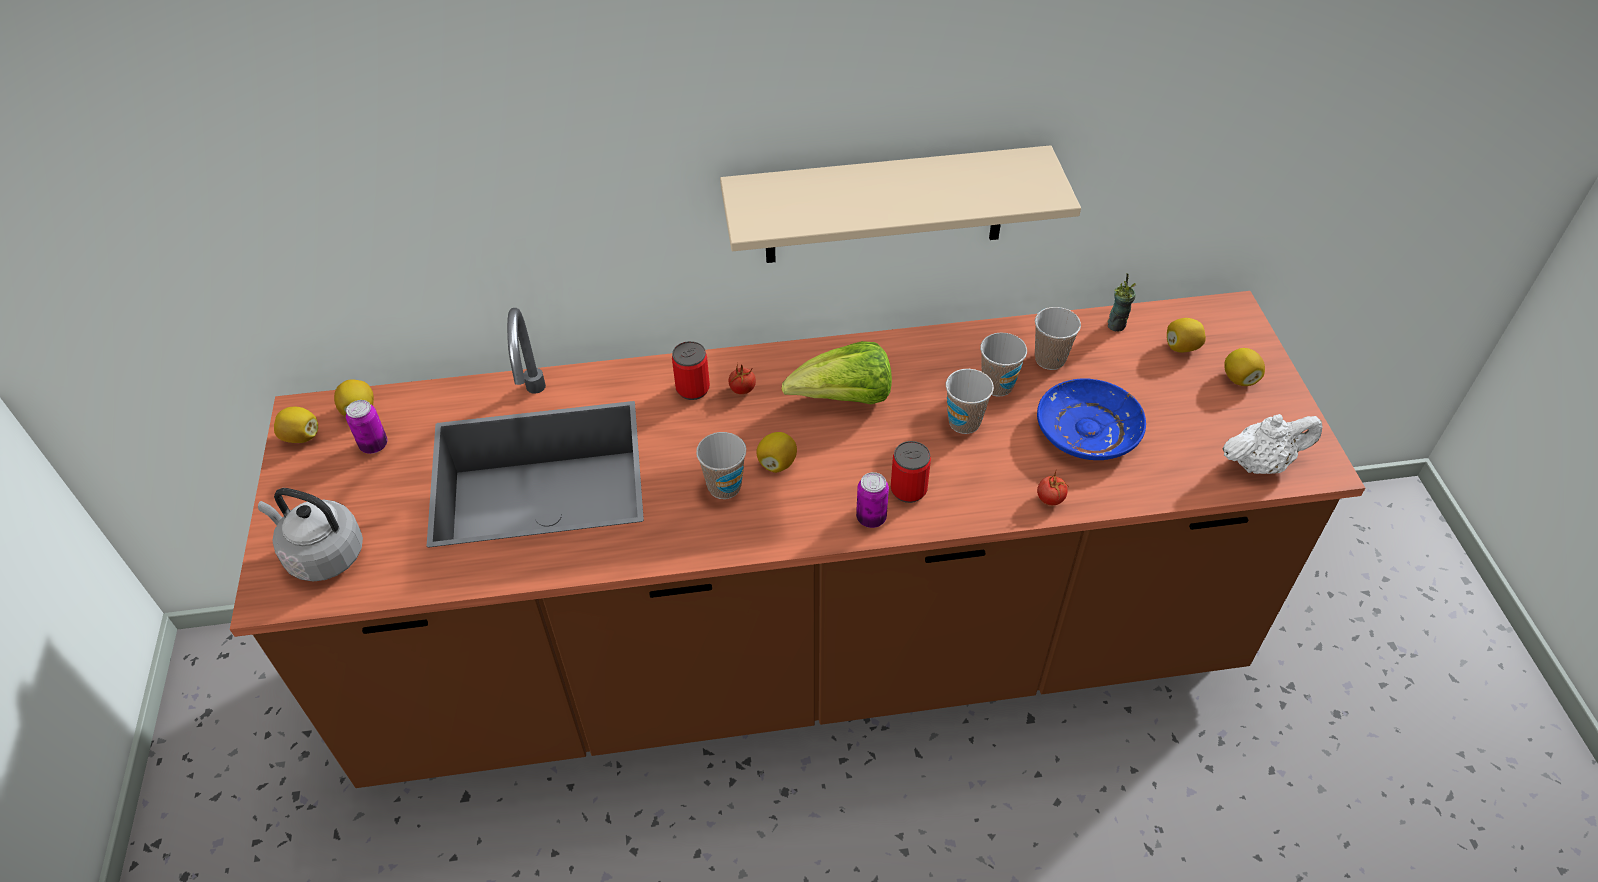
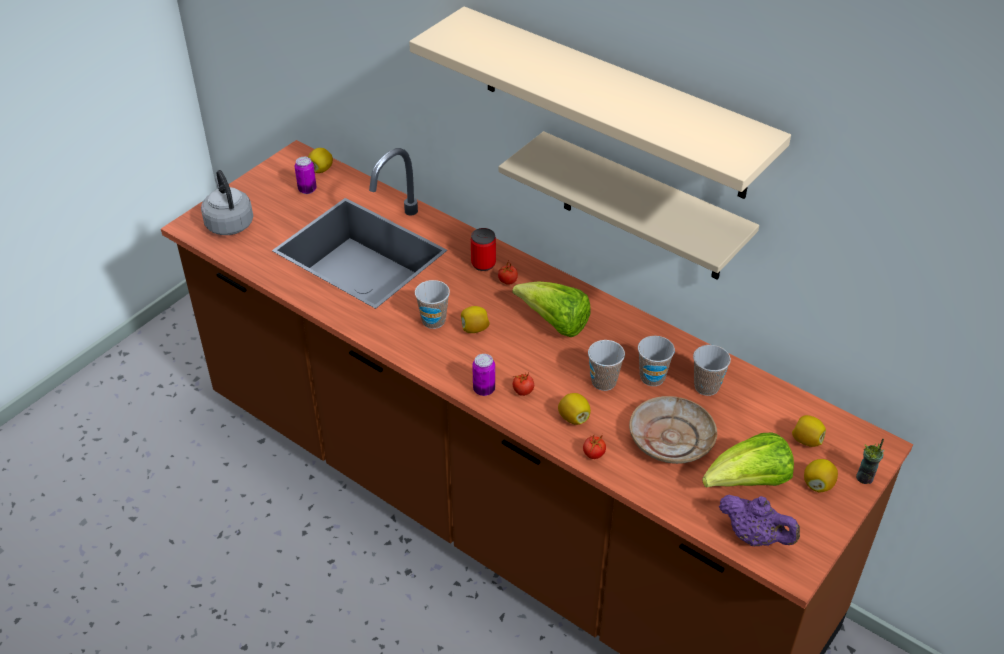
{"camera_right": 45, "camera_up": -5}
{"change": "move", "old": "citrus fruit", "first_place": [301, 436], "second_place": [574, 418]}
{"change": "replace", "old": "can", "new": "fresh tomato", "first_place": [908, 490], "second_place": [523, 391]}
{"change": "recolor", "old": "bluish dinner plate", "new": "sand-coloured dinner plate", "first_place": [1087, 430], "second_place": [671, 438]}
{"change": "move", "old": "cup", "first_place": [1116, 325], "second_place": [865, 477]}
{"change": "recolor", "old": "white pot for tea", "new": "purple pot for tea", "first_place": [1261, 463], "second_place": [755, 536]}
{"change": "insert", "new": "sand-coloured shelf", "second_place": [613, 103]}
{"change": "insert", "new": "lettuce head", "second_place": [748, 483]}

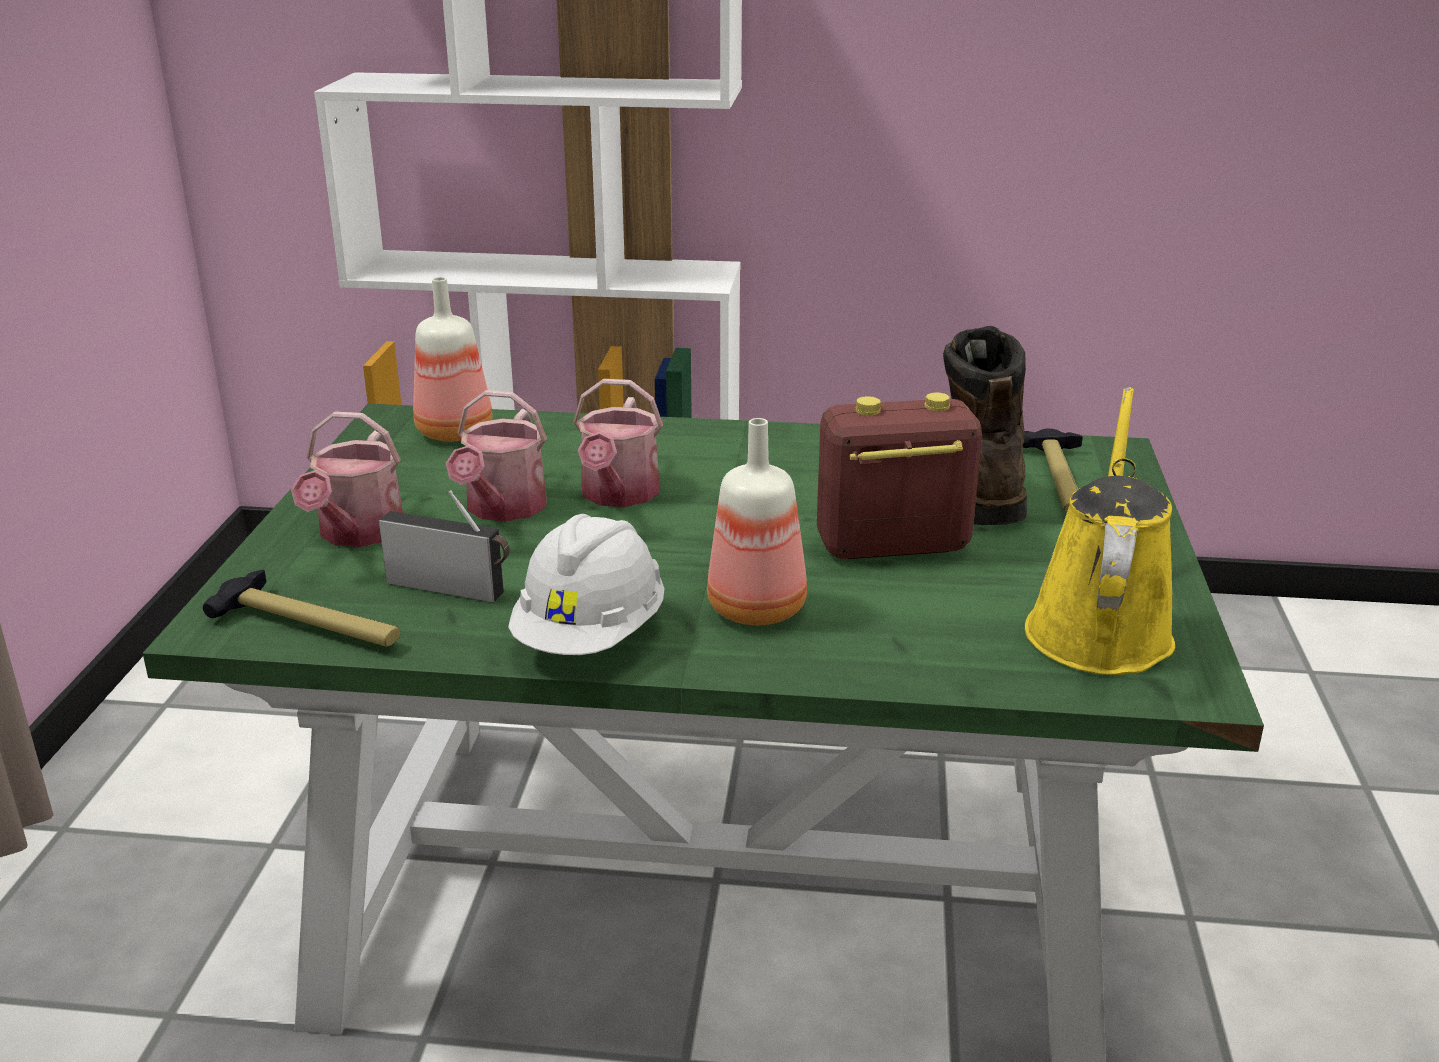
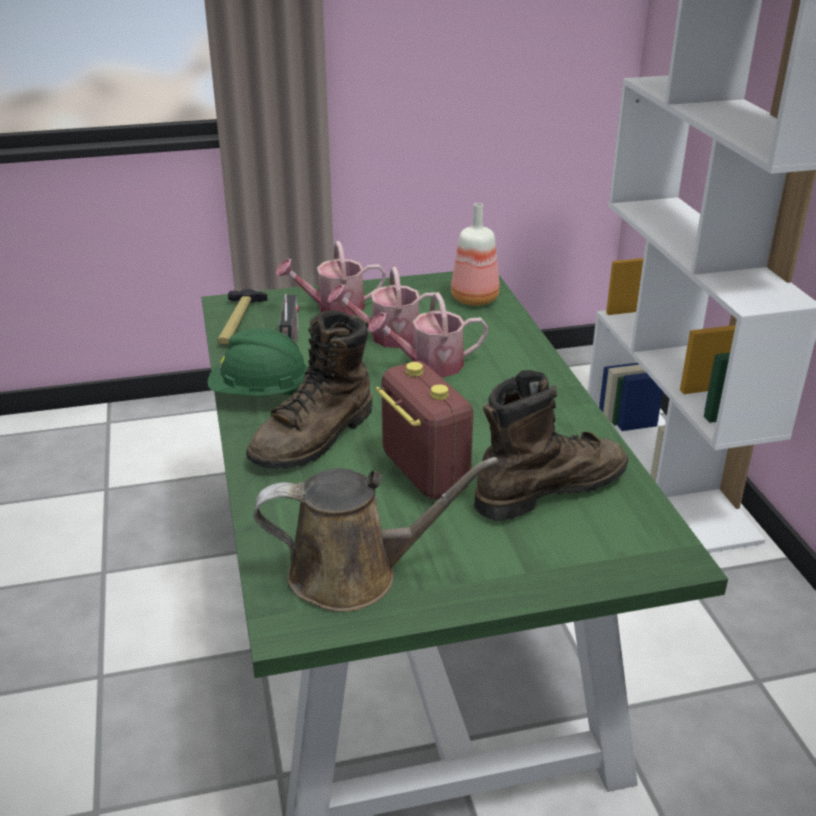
{"camera_right": 70, "camera_up": 5}
{"change": "recolor", "old": "white hard hat", "new": "green-coloured hard hat", "first_place": [591, 635], "second_place": [260, 394]}
{"change": "replace", "old": "beverage bottle", "new": "brown high-top boot", "first_place": [758, 607], "second_place": [315, 438]}
{"change": "delete", "old": "hand hammer", "first_place": [1059, 482]}
{"change": "recolor", "old": "yellowish sprinkling can", "new": "brown sprinkling can", "first_place": [1098, 627], "second_place": [354, 574]}

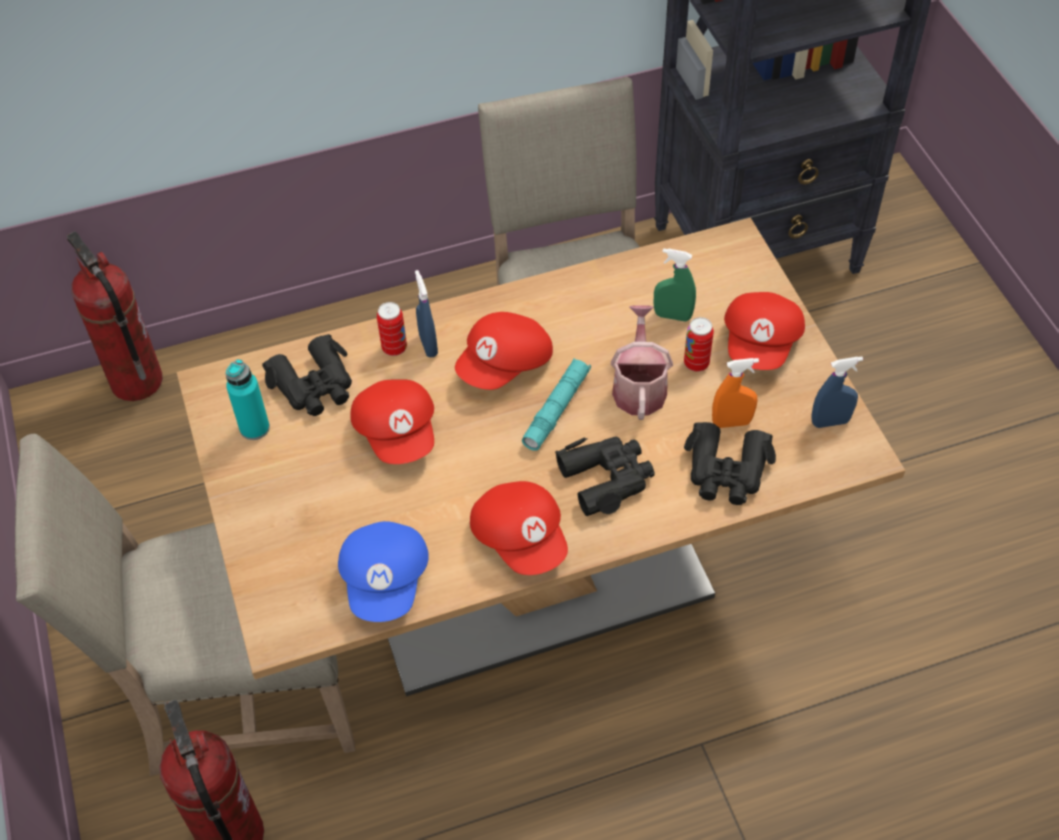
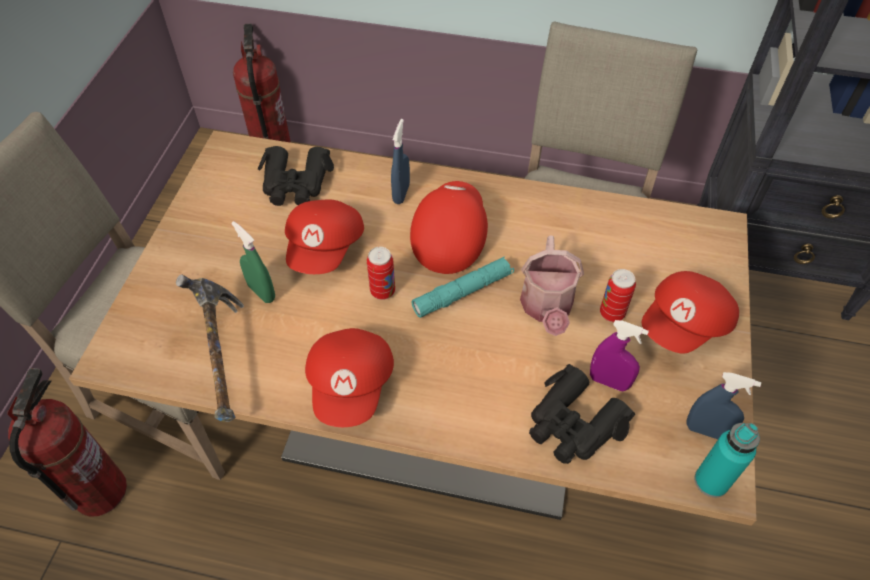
{"camera_right": 30, "camera_up": 0}
{"change": "move", "old": "turquoise beverage bottle", "first_place": [254, 428], "second_place": [711, 481]}
{"change": "replace", "old": "bluish peaked cap", "new": "hand hammer", "first_place": [387, 580], "second_place": [222, 361]}
{"change": "move", "old": "can", "first_place": [394, 348], "second_place": [382, 291]}
{"change": "rotate", "old": "reddish peaked cap", "first_place": [506, 365], "second_place": [448, 237], "degrees": 120}
{"change": "delete", "old": "blackish binoculars", "first_place": [606, 478]}
{"change": "rotate", "old": "sprinkling can", "first_place": [639, 386], "second_place": [547, 308], "degrees": 150}
{"change": "move", "old": "green-coloured sprayer", "first_place": [672, 316], "second_place": [261, 292]}
{"change": "recolor", "old": "orangey sprayer", "new": "purple sprayer", "first_place": [731, 422], "second_place": [609, 382]}

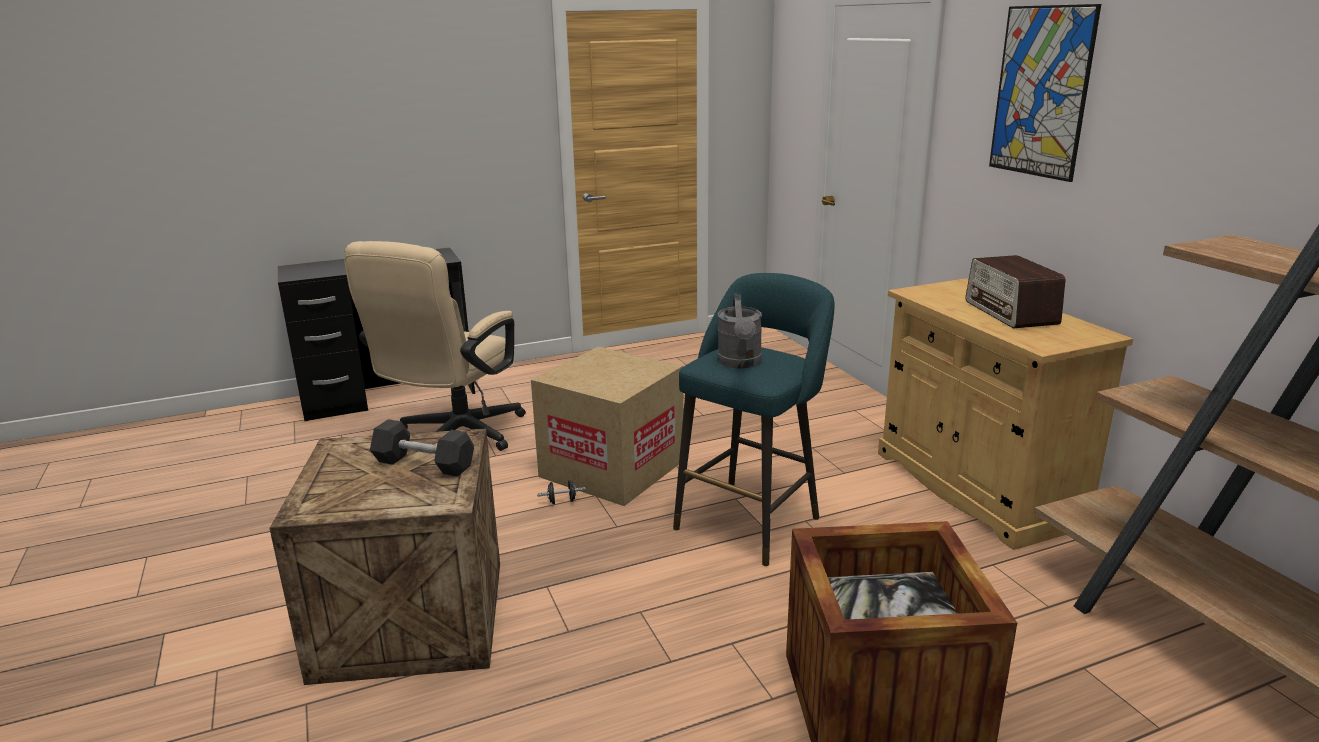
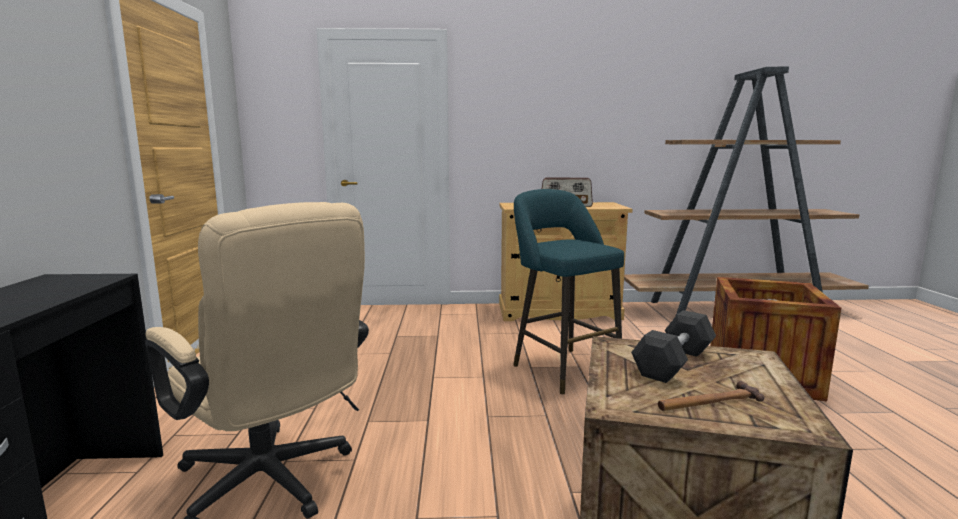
{"camera_right": -70, "camera_up": -10}
{"change": "delete", "old": "packing box", "first_place": [612, 468]}
{"change": "delete", "old": "blackish dumbbell", "first_place": [562, 501]}
{"change": "delete", "old": "grey sprinkling can", "first_place": [740, 363]}
{"change": "delete", "old": "wall art", "first_place": [1041, 92]}
{"change": "insert", "new": "hand hammer", "second_place": [708, 402]}

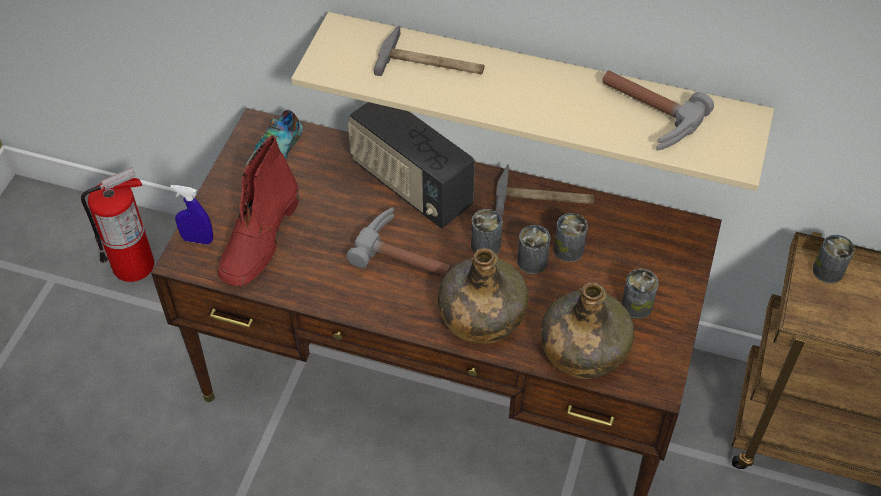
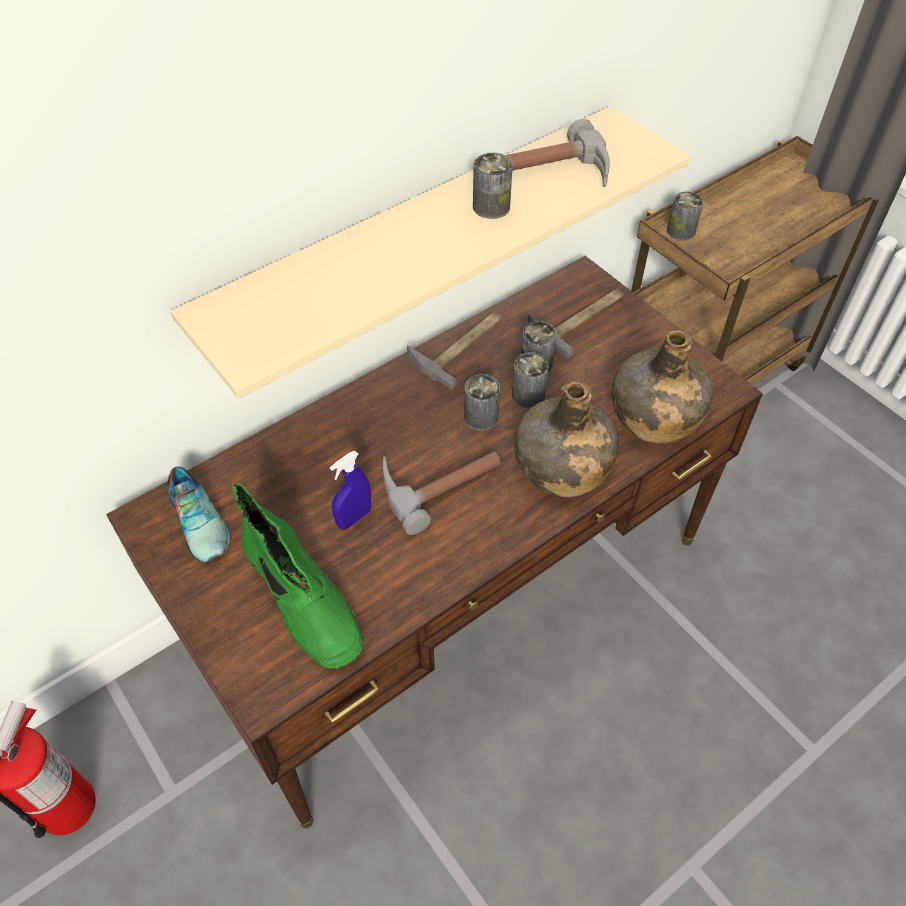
{"camera_right": -55, "camera_up": 0}
{"change": "move", "old": "bluish sprayer", "first_place": [197, 239], "second_place": [354, 518]}
{"change": "recolor", "old": "reddish high-top boot", "new": "green-coloured high-top boot", "first_place": [260, 239], "second_place": [304, 600]}
{"change": "delete", "old": "radio set", "first_place": [410, 186]}
{"change": "move", "old": "hand hammer", "first_place": [432, 62], "second_place": [581, 318]}
{"change": "move", "old": "can", "first_place": [636, 305], "second_place": [491, 206]}

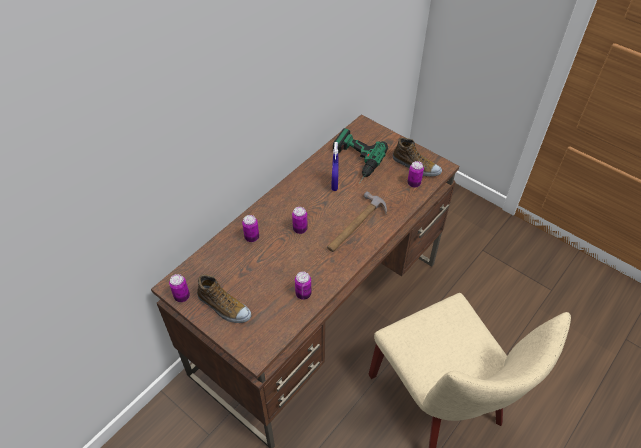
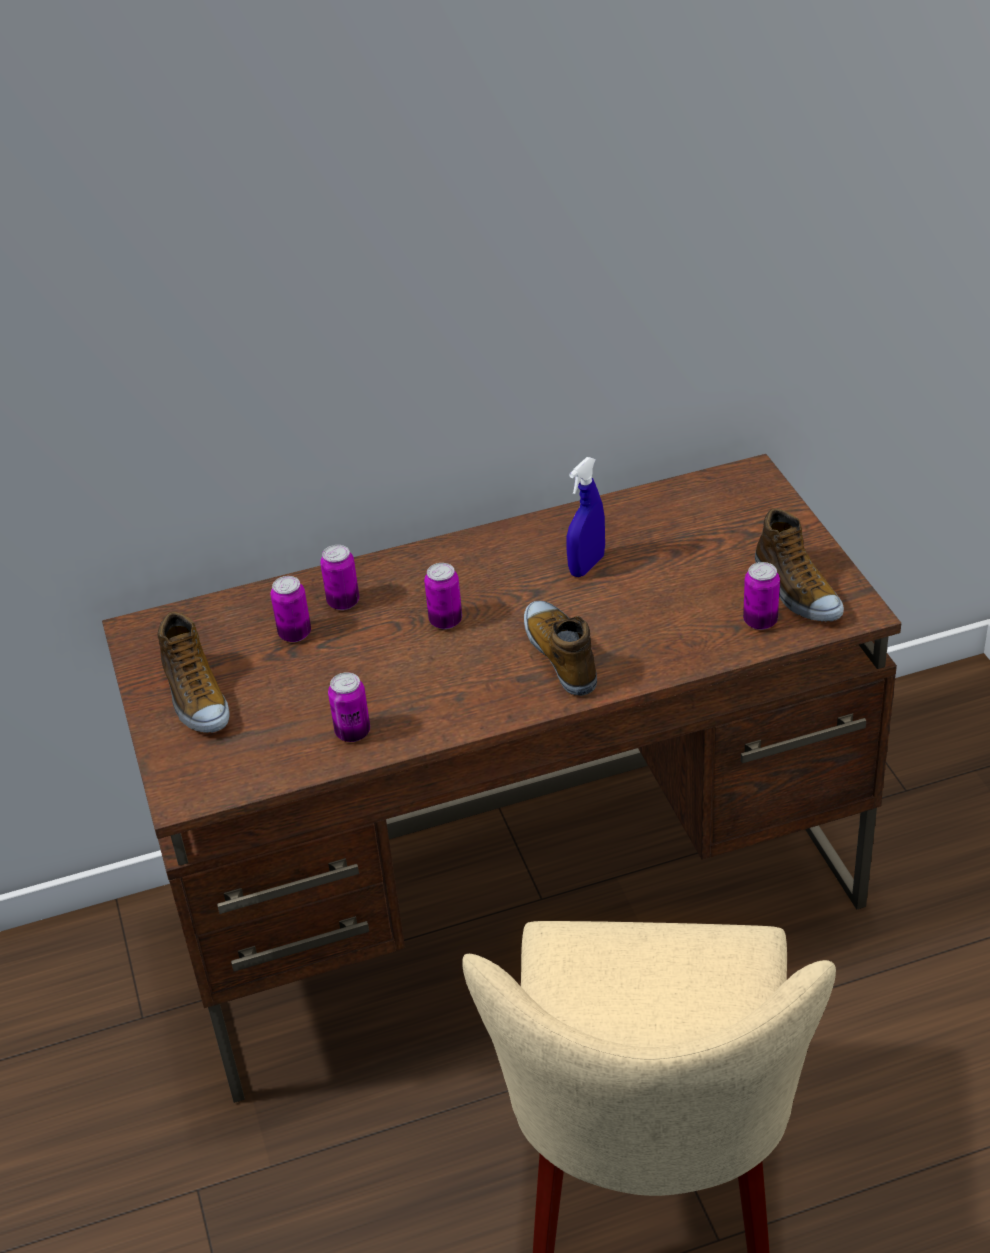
{"camera_right": 35, "camera_up": -10}
{"change": "move", "old": "can", "first_place": [182, 296], "second_place": [295, 634]}
{"change": "replace", "old": "hand hammer", "new": "item of footwear", "first_place": [355, 225], "second_place": [561, 654]}
{"change": "delete", "old": "power drill", "first_place": [354, 162]}

